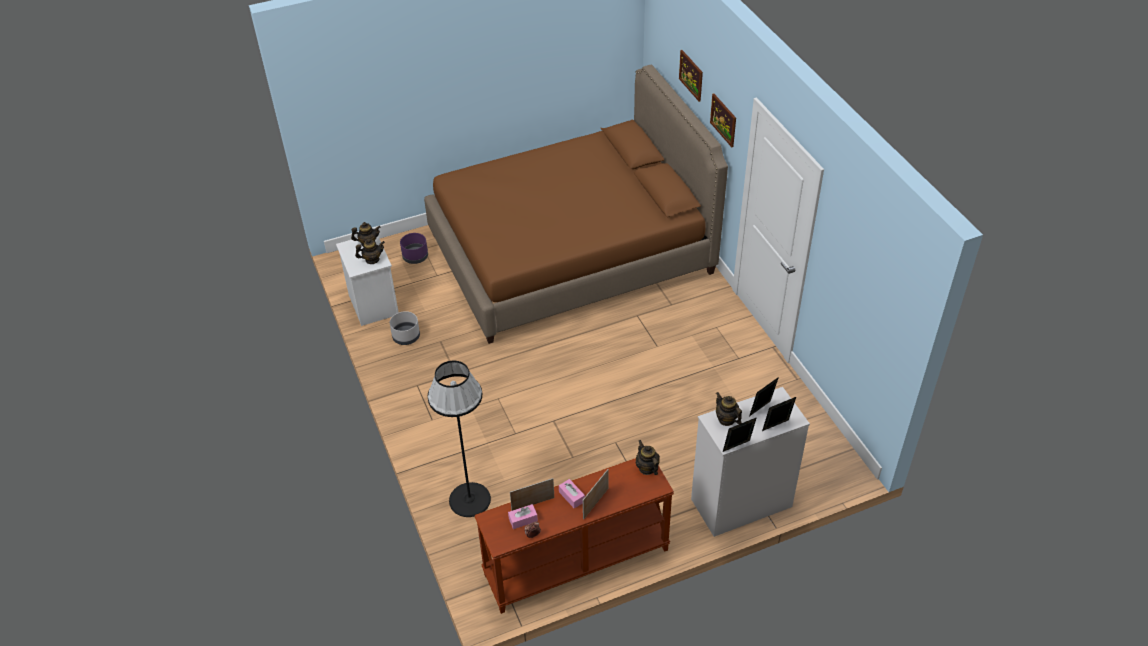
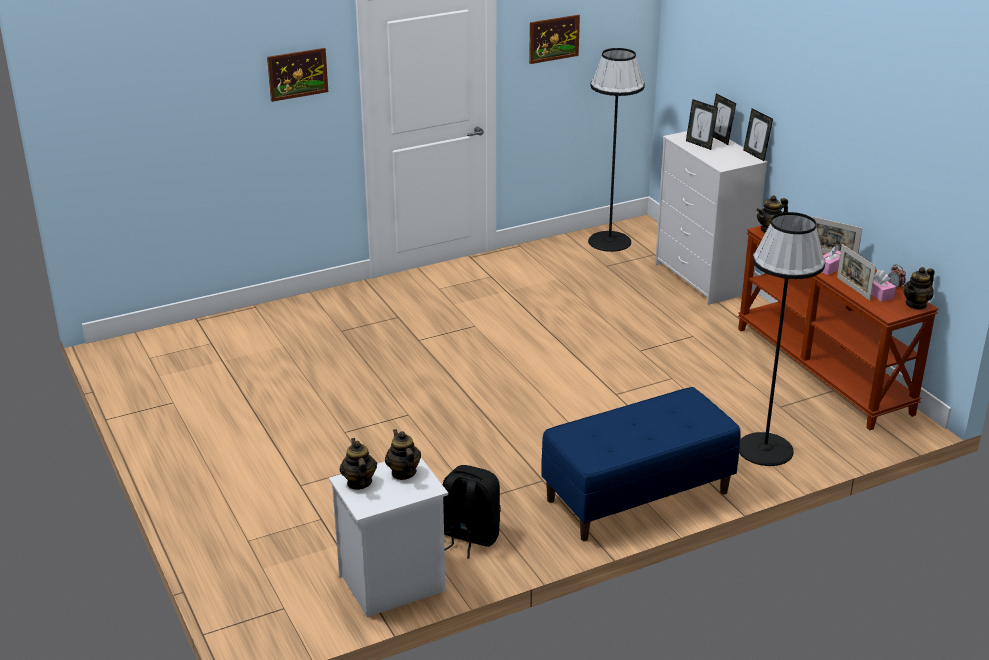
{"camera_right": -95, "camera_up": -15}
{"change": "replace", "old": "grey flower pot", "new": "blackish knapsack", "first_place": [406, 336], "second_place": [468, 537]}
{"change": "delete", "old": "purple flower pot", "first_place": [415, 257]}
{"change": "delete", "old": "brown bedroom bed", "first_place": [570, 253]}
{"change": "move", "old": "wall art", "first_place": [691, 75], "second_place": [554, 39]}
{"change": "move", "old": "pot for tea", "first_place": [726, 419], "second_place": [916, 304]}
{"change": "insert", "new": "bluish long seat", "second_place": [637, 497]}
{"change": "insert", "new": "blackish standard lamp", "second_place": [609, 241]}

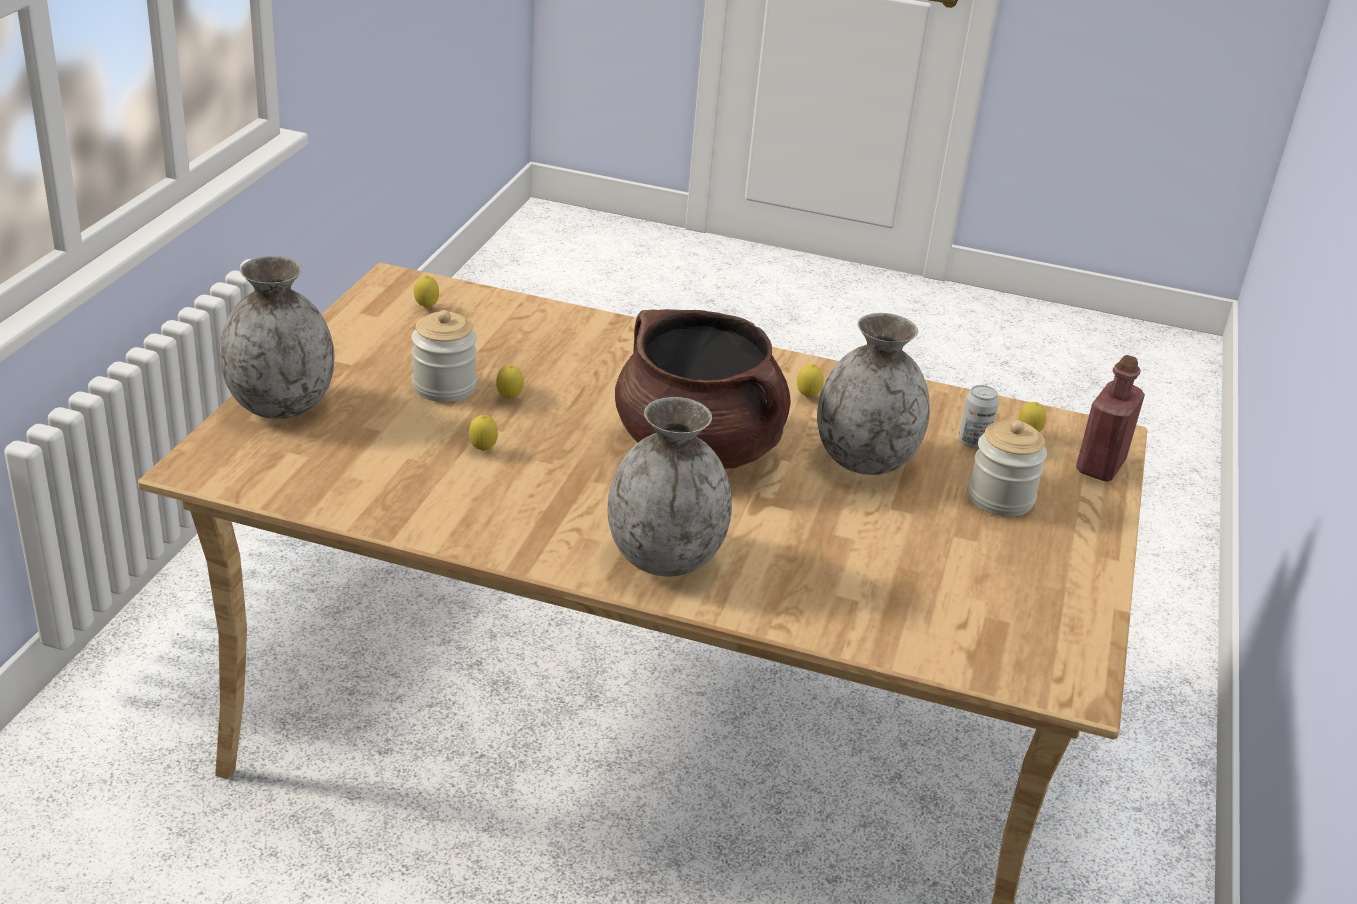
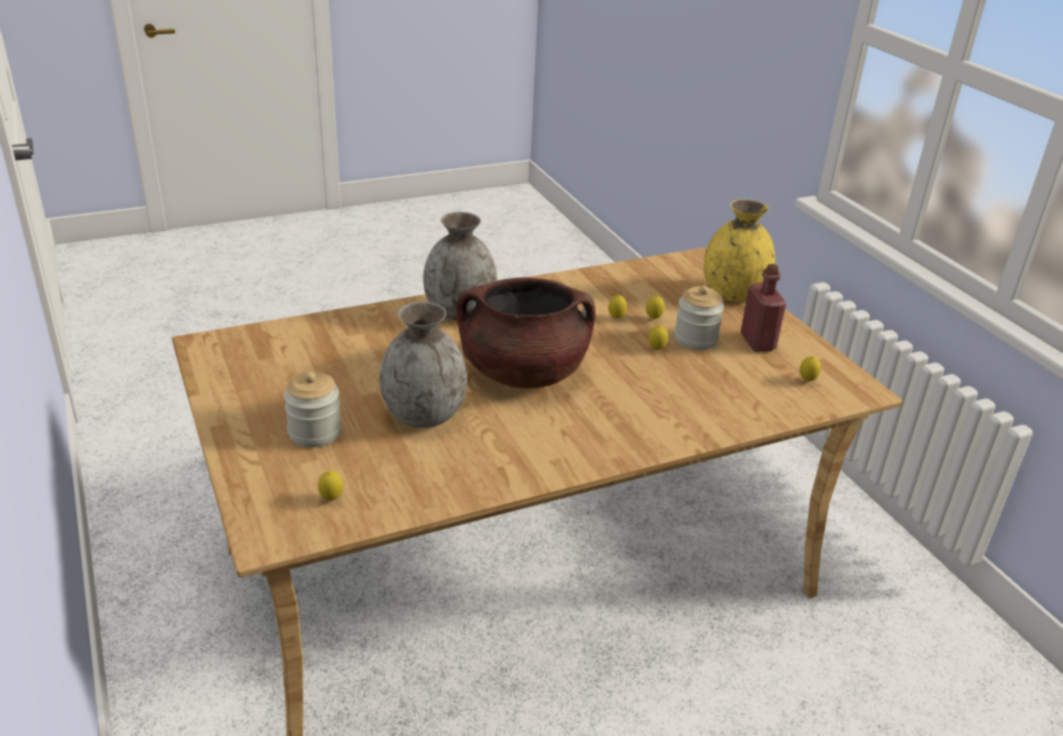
{"camera_right": 140, "camera_up": 0}
{"change": "recolor", "old": "grey flower vase", "new": "yellowish flower vase", "first_place": [280, 406], "second_place": [733, 294]}
{"change": "move", "old": "citrus fruit", "first_place": [807, 397], "second_place": [653, 319]}
{"change": "delete", "old": "can", "first_place": [973, 442]}
{"change": "move", "old": "reddish beverage bottle", "first_place": [1100, 466], "second_place": [757, 342]}

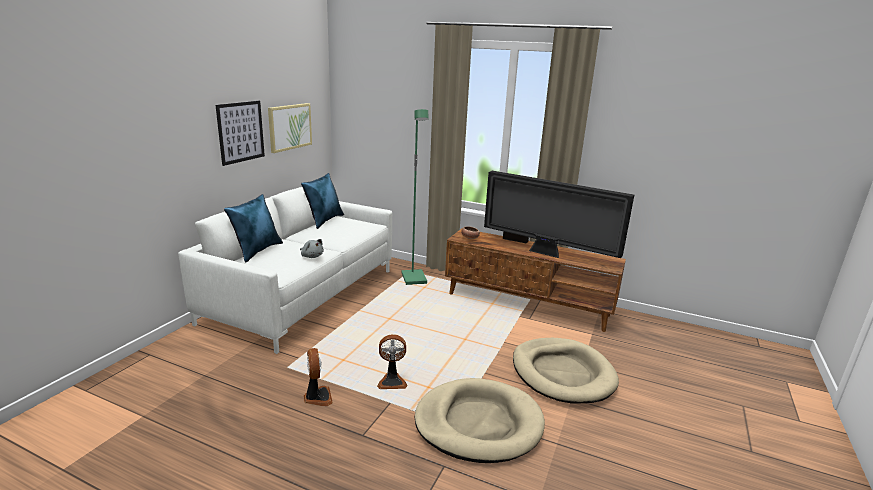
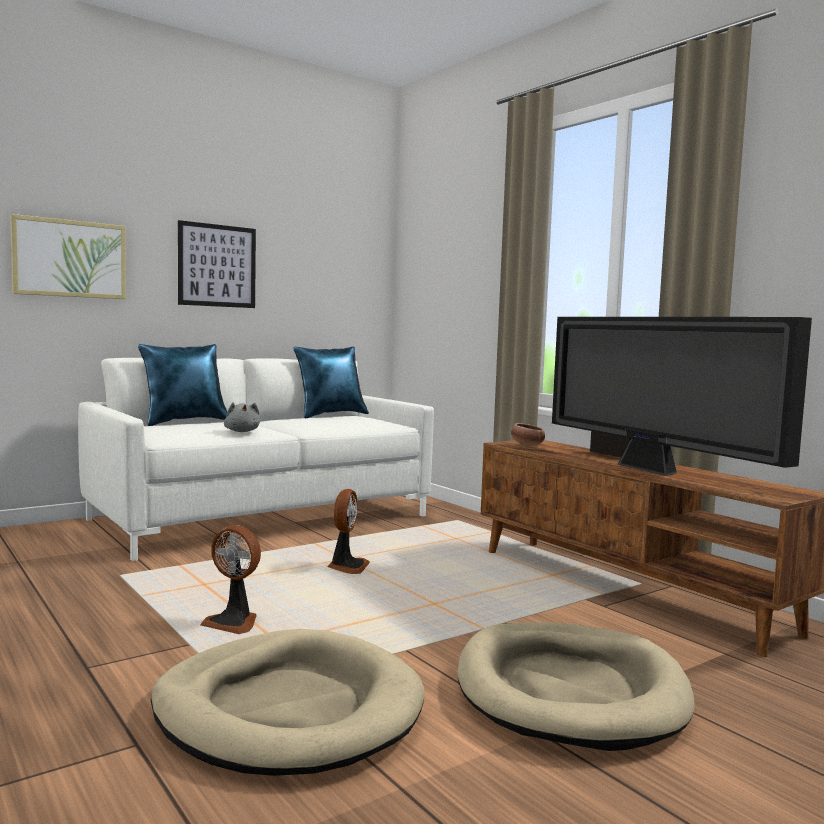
{"camera_right": 30, "camera_up": -15}
{"change": "move", "old": "wall art", "first_place": [290, 127], "second_place": [70, 258]}
{"change": "move", "old": "electric fan", "first_place": [317, 397], "second_place": [347, 567]}
{"change": "delete", "old": "green-coloured standard lamp", "first_place": [414, 279]}

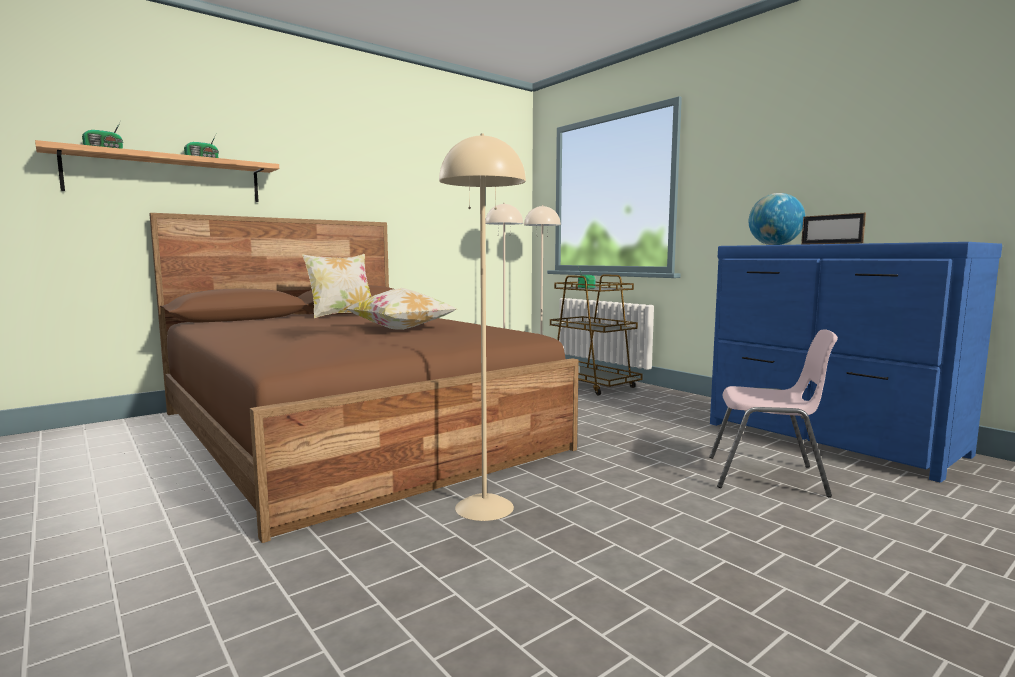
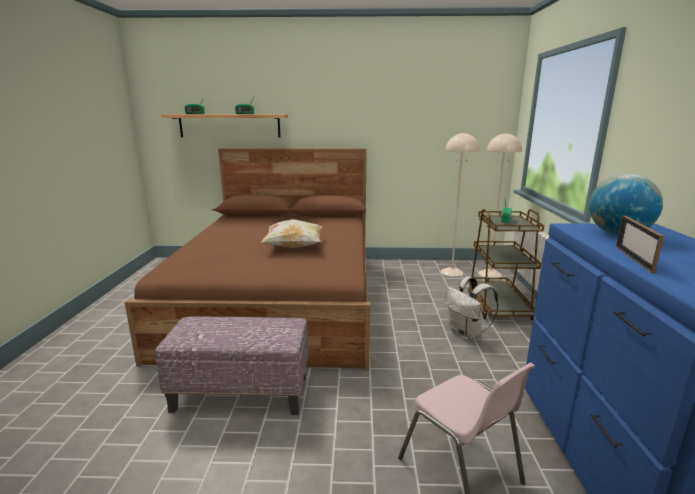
{"camera_right": 40, "camera_up": 10}
{"change": "delete", "old": "cushion", "first_place": [342, 315]}
{"change": "replace", "old": "sand-coloured standard lamp", "new": "ottoman", "first_place": [484, 507], "second_place": [242, 393]}
{"change": "insert", "new": "white knapsack", "second_place": [466, 334]}

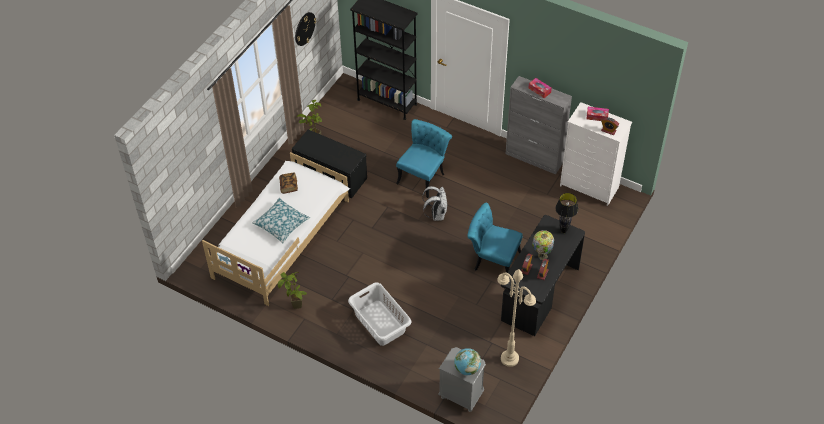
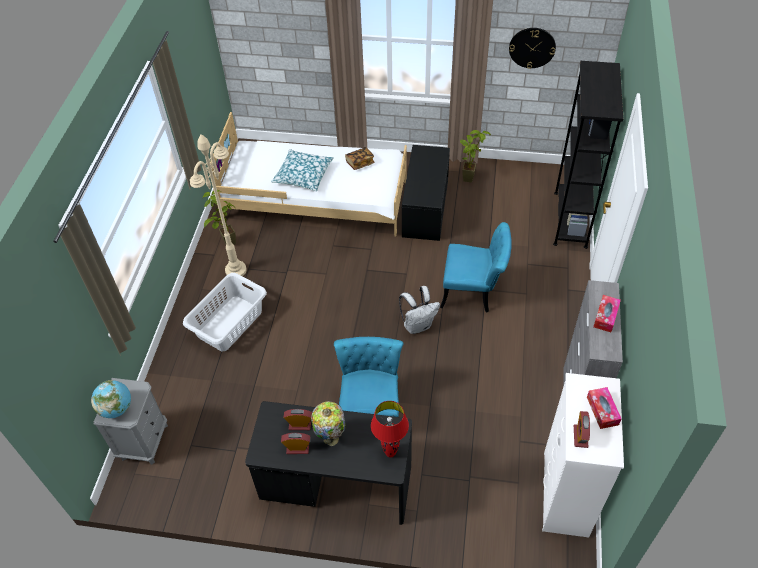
{"camera_right": 70, "camera_up": 0}
{"change": "move", "old": "sand-coloured standard lamp", "first_place": [509, 358], "second_place": [236, 270]}
{"change": "recolor", "old": "blackish table lamp", "new": "reddish table lamp", "first_place": [563, 231], "second_place": [390, 453]}

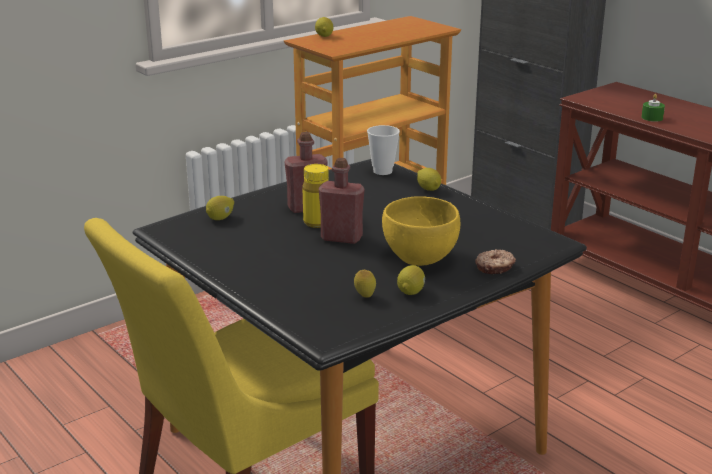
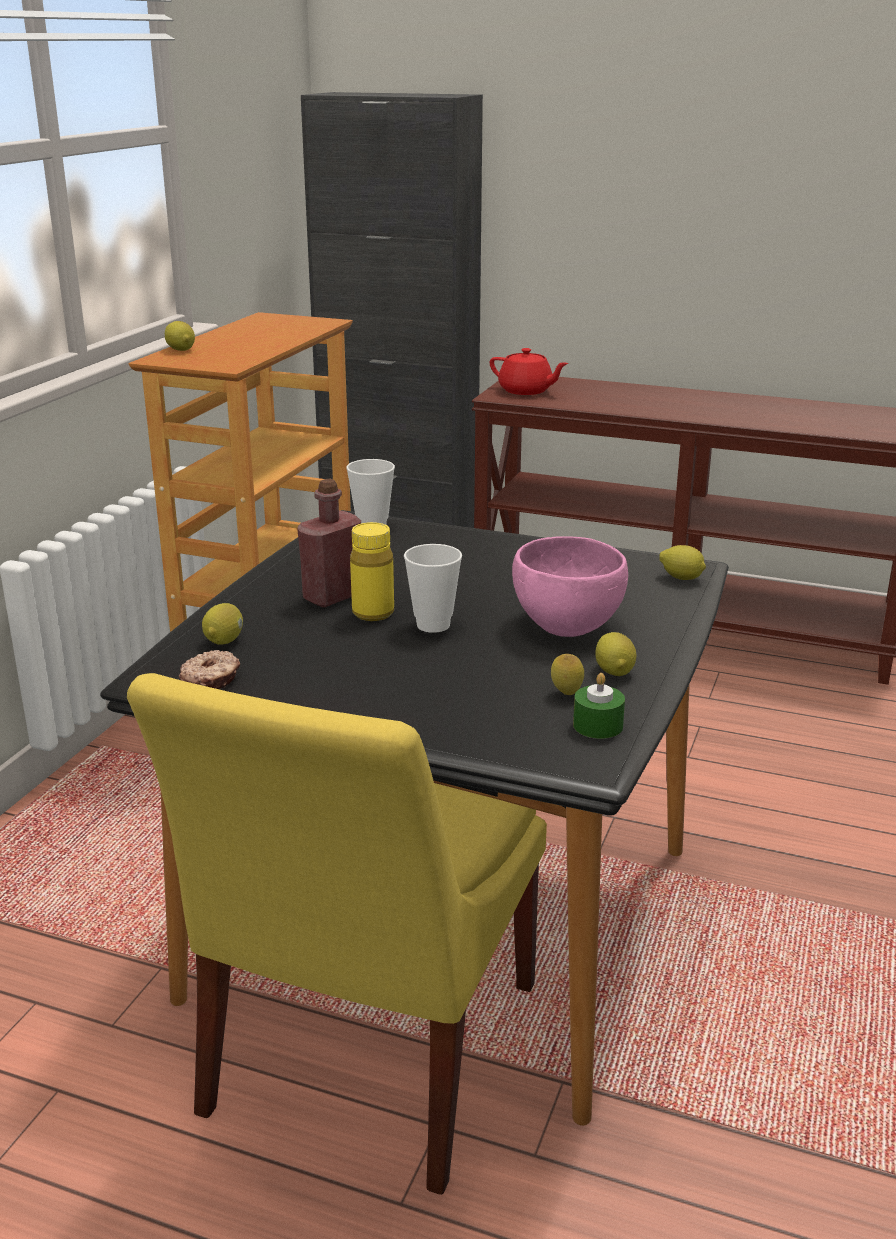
{"camera_right": -30, "camera_up": 0}
{"change": "replace", "old": "reddish beverage bottle", "new": "cup", "first_place": [341, 238], "second_place": [433, 625]}
{"change": "recolor", "old": "yellowish serving bowl", "new": "pink-coloured serving bowl", "first_place": [420, 258], "second_place": [567, 626]}
{"change": "move", "old": "citrus fruit", "first_place": [428, 189], "second_place": [681, 578]}
{"change": "move", "old": "ring doughnut", "first_place": [495, 268], "second_place": [211, 680]}
{"change": "move", "old": "green-coloured wax light", "first_place": [652, 118], "second_place": [598, 725]}
{"change": "insert", "new": "reddish pot for tea", "second_place": [526, 391]}

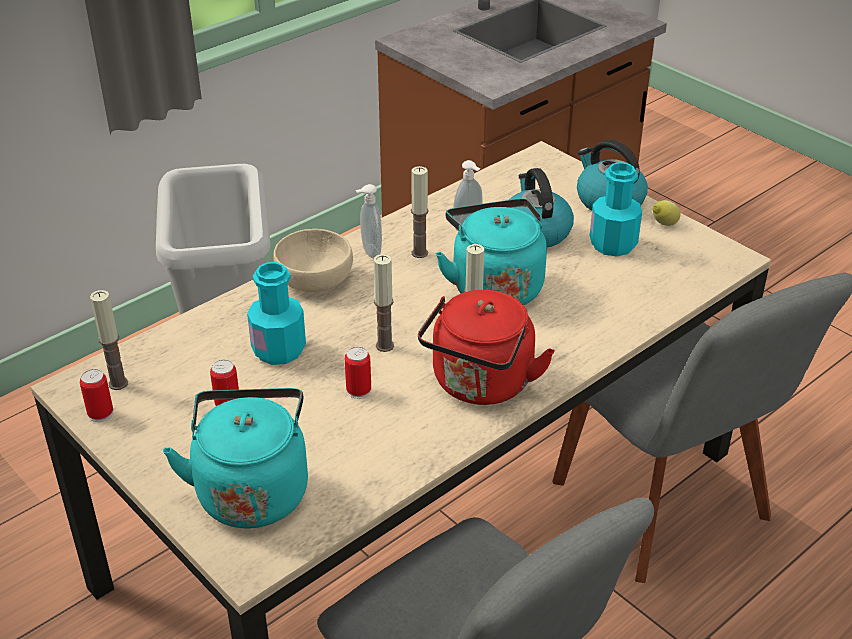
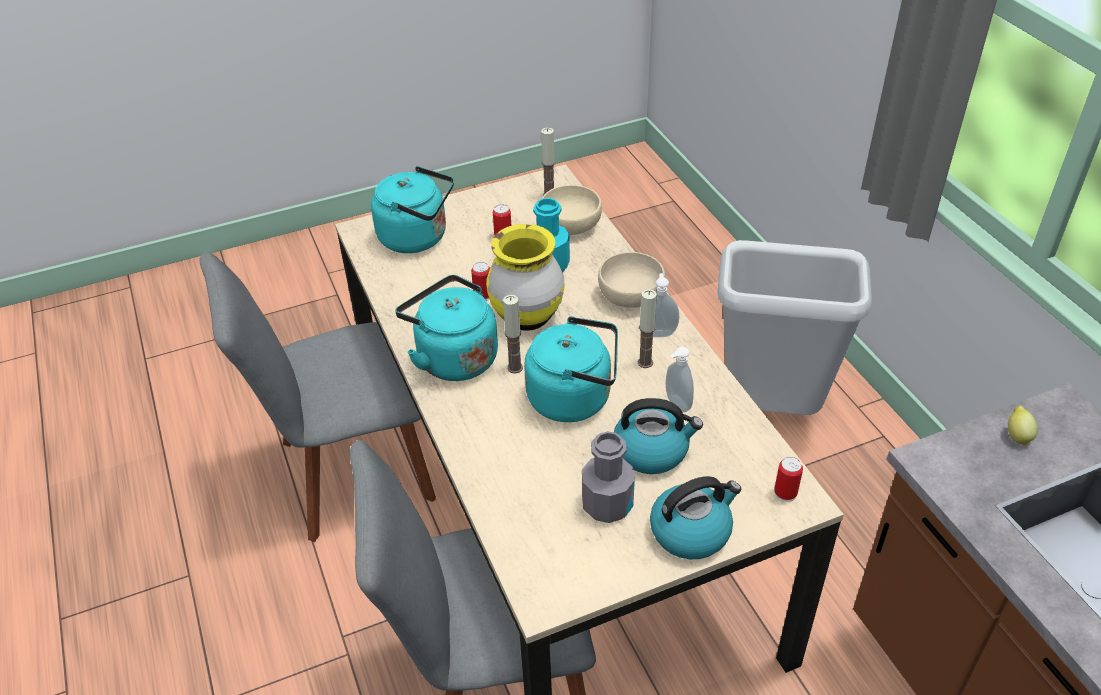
{"camera_right": 110, "camera_up": 5}
{"change": "move", "old": "can", "first_place": [100, 413], "second_place": [785, 493]}
{"change": "replace", "old": "wax light", "new": "yellowish flower vase", "first_place": [384, 345], "second_place": [526, 317]}
{"change": "recolor", "old": "reddish water kettle", "new": "turquoise water kettle", "first_place": [480, 385], "second_place": [453, 357]}
{"change": "recolor", "old": "turquoise beverage bottle", "new": "grey beverage bottle", "first_place": [613, 244], "second_place": [607, 505]}
{"change": "move", "old": "citrus fruit", "first_place": [663, 224], "second_place": [1017, 436]}
{"change": "insert", "new": "sand-coloured serving bowl", "second_place": [570, 224]}

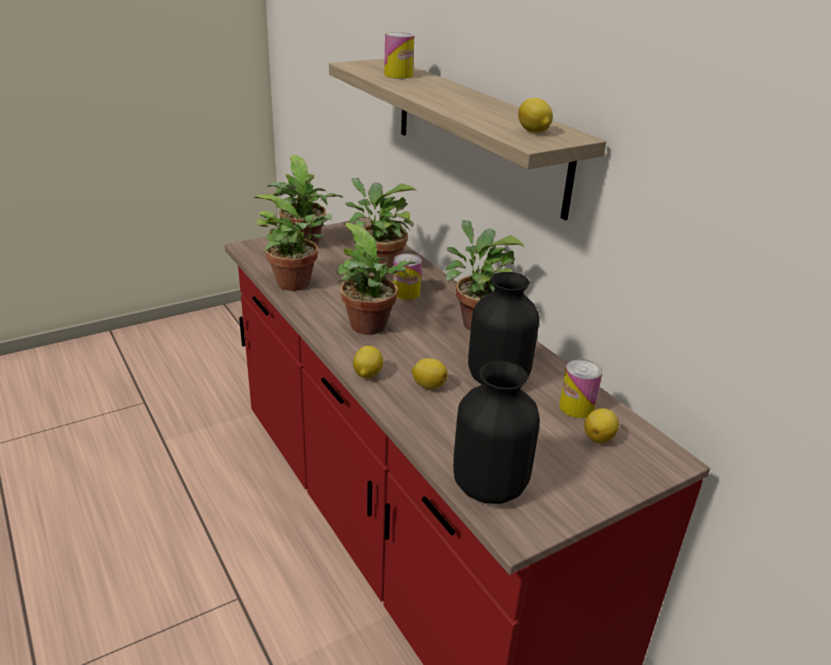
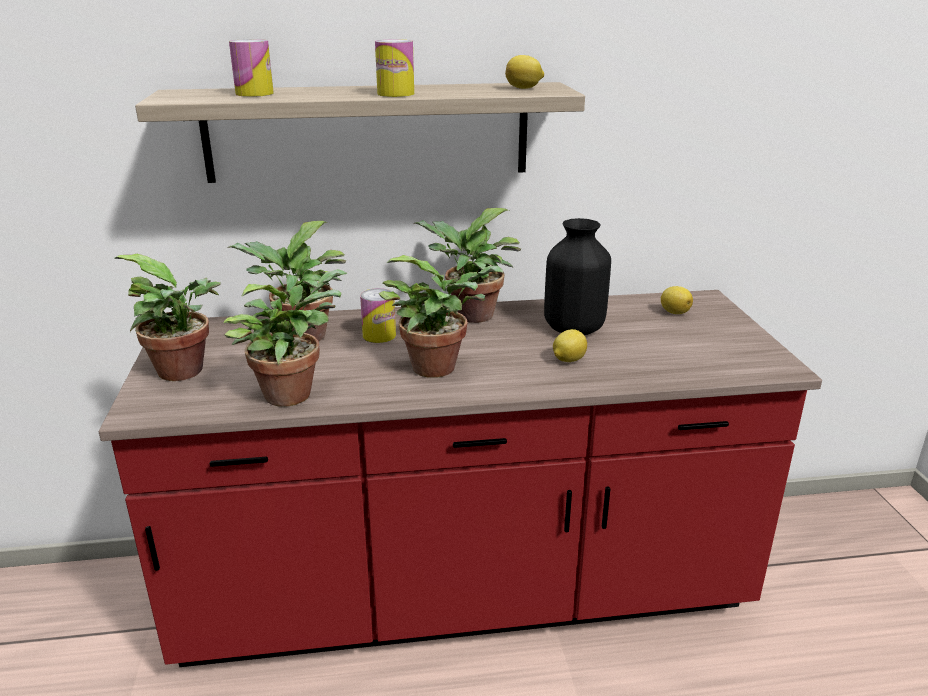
{"camera_right": -65, "camera_up": -5}
{"change": "delete", "old": "citrus fruit", "first_place": [367, 374]}
{"change": "delete", "old": "blackish flower vase", "first_place": [490, 486]}
{"change": "move", "old": "can", "first_place": [576, 407], "second_place": [395, 94]}

